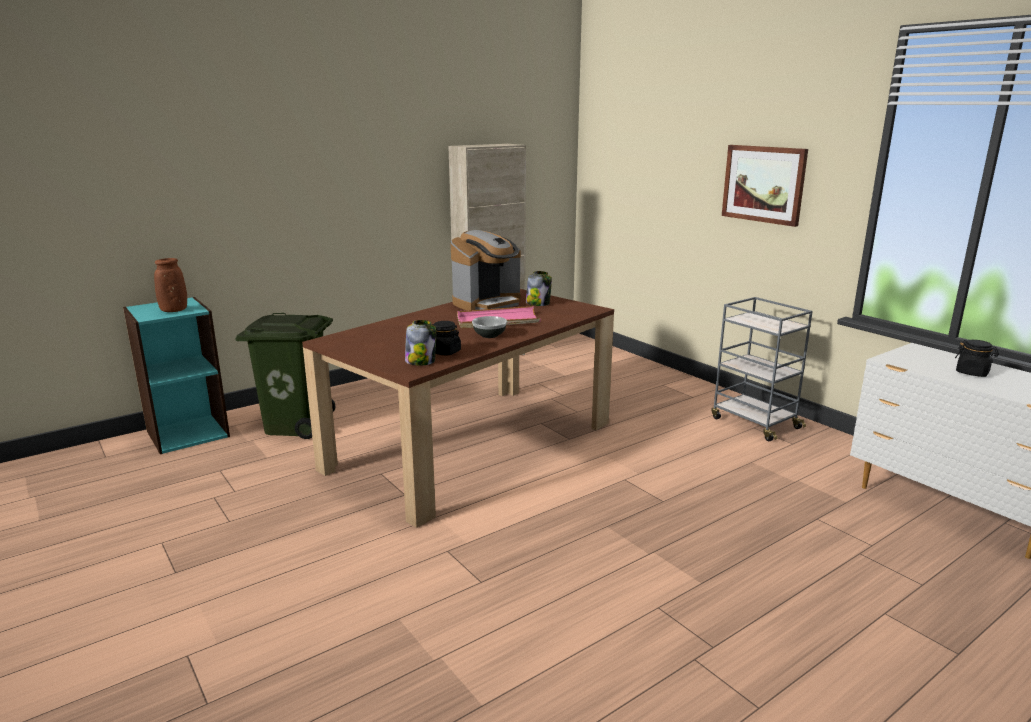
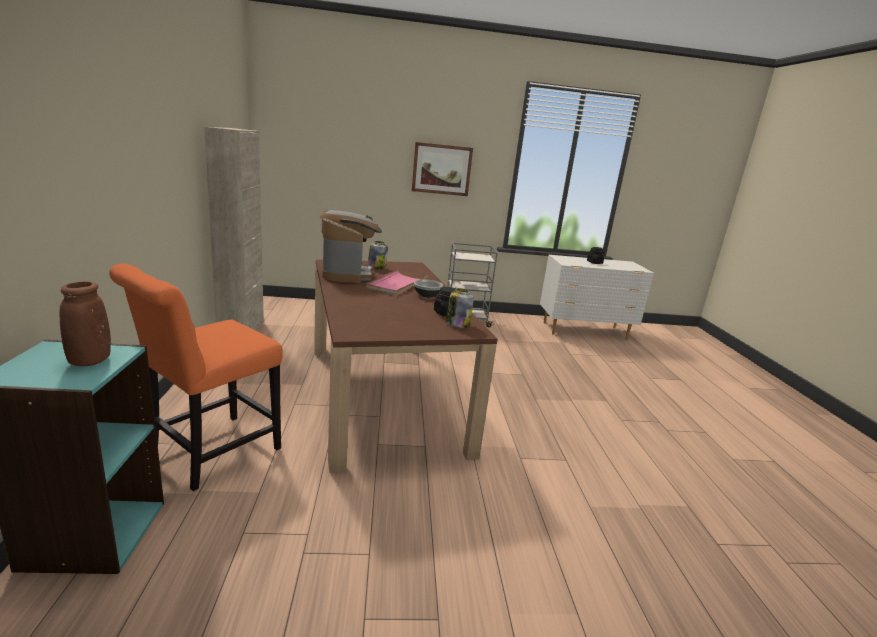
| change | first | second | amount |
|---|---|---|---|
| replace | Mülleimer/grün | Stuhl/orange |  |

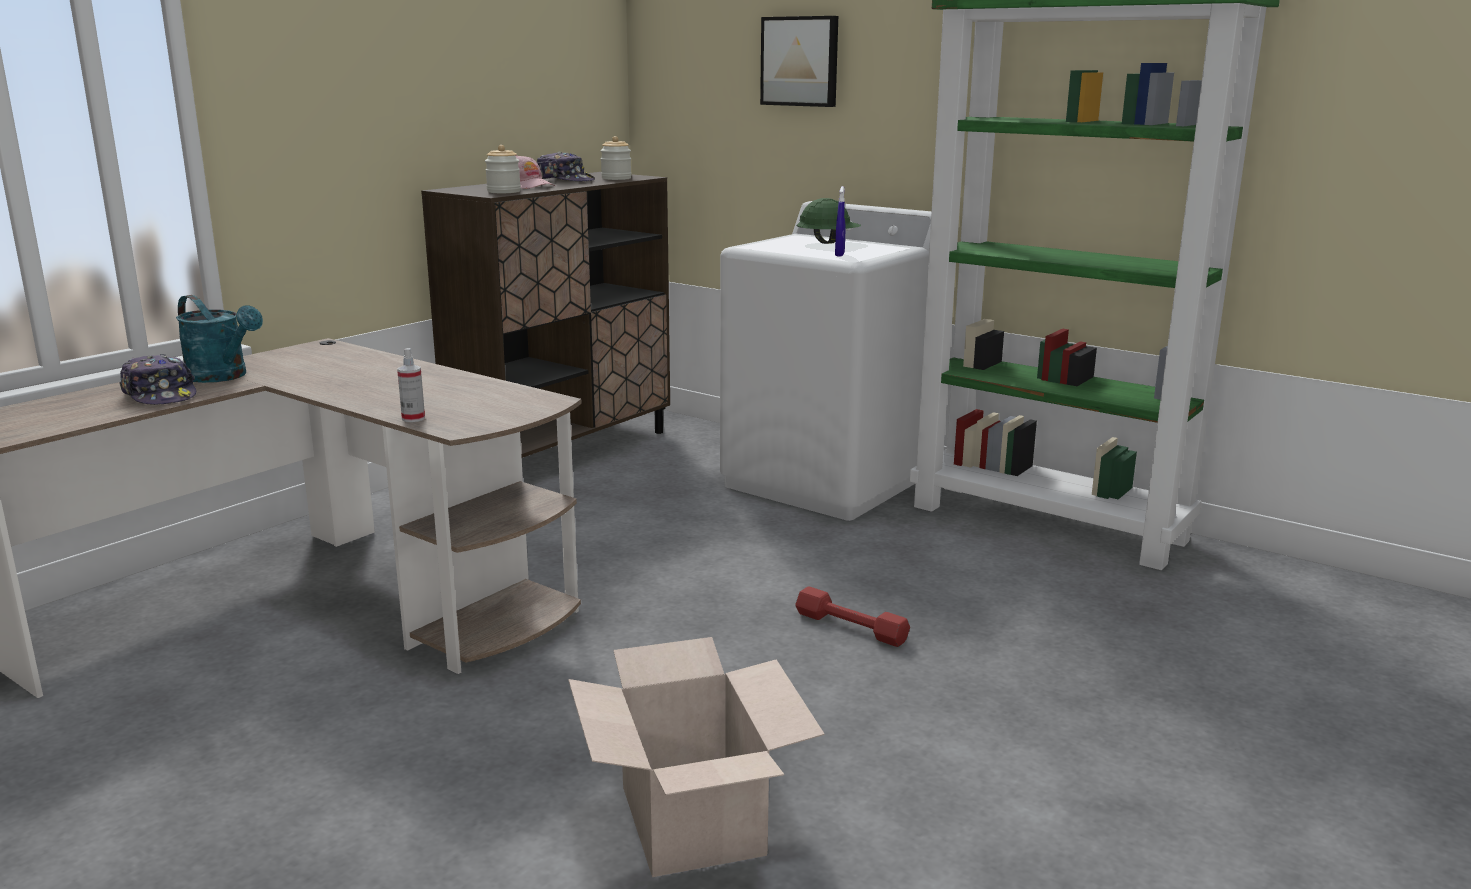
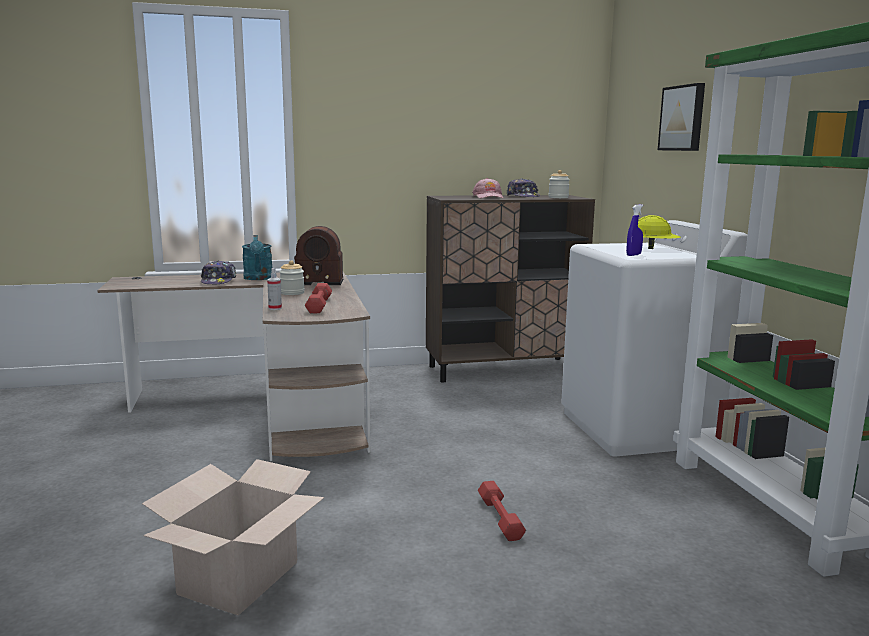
| change | first | second | amount |
|---|---|---|---|
| move | Vorratsglas (1st from left) |  |  |
| recolor | Schutzhelm/grün | Schutzhelm/gelb |  |
| insert |  | Radio |  |
| insert |  | Hantel/rot (1st from left) |  |

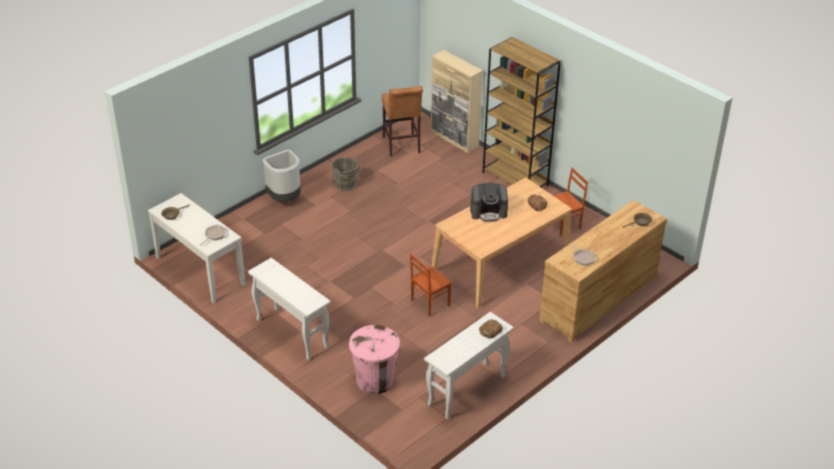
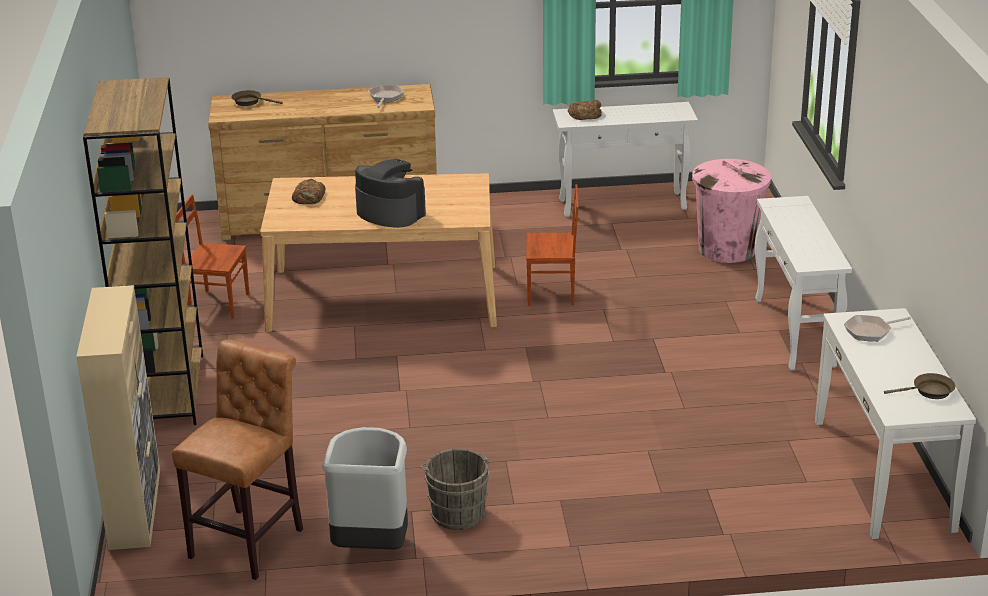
| change | first | second | amount |
|---|---|---|---|
| move | Mülleimer/grau |  |  |

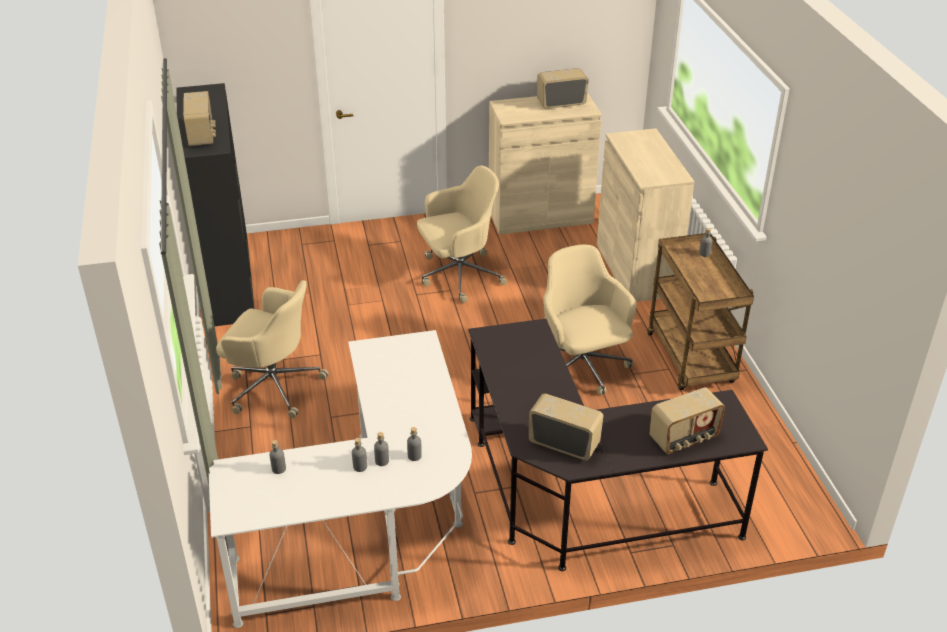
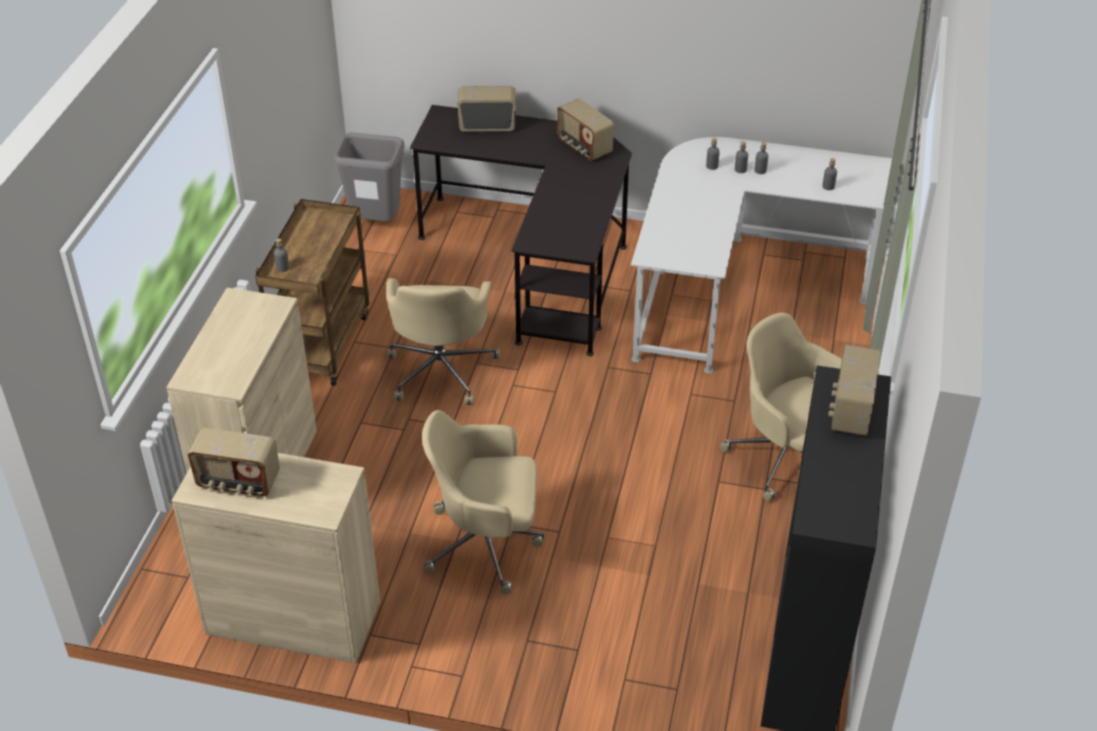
| change | first | second | amount |
|---|---|---|---|
| insert |  | Mülleimer/grau |  |

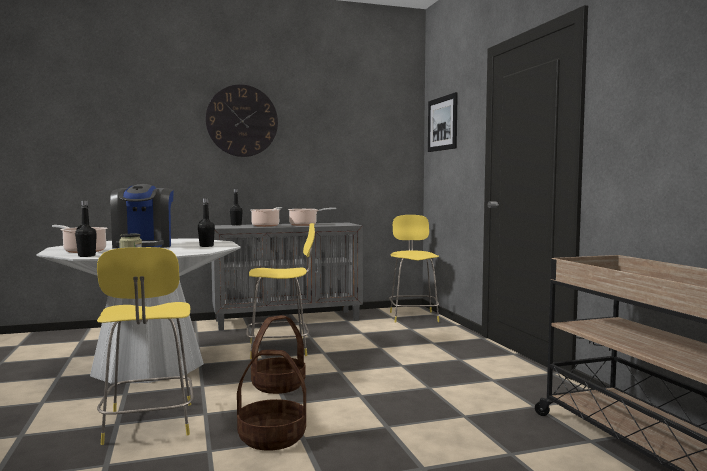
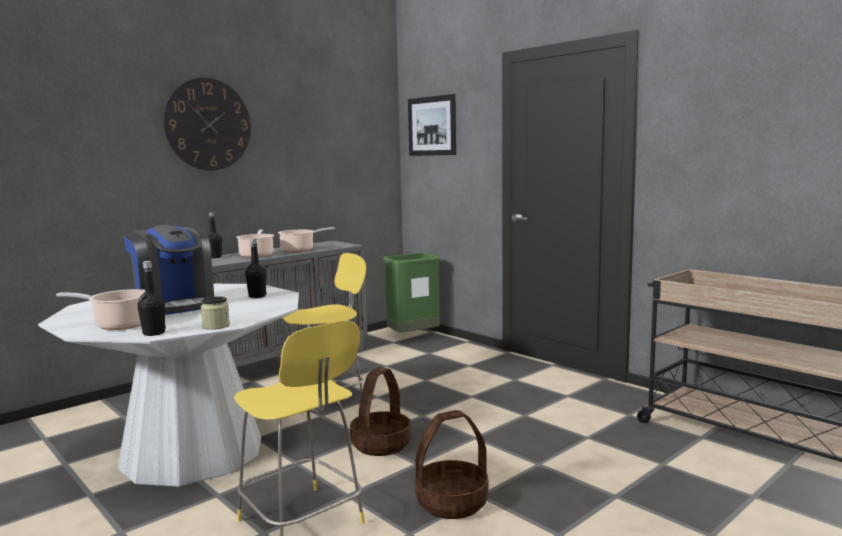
| change | first | second | amount |
|---|---|---|---|
| replace | Hocker/gelb (3rd from left) | Mülleimer/grün |  |

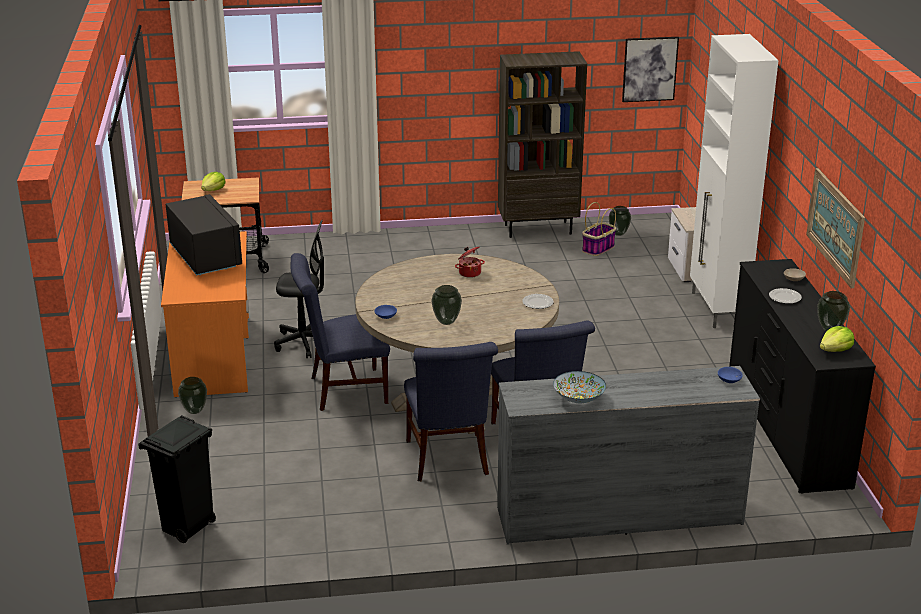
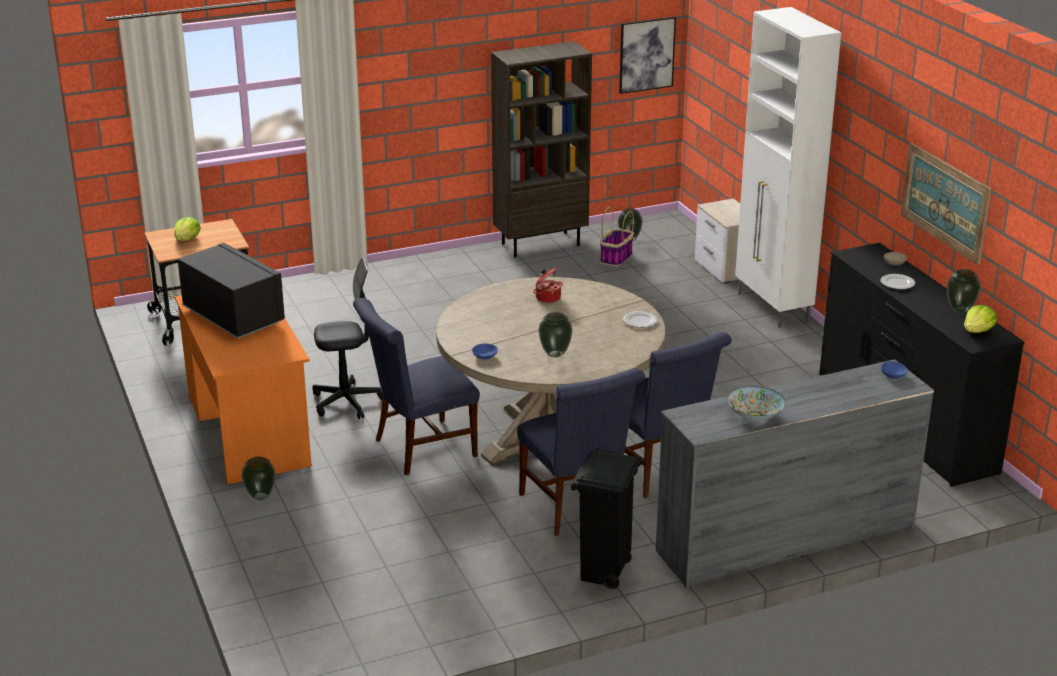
| change | first | second | amount |
|---|---|---|---|
| move | Mülleimer/schwarz |  |  |

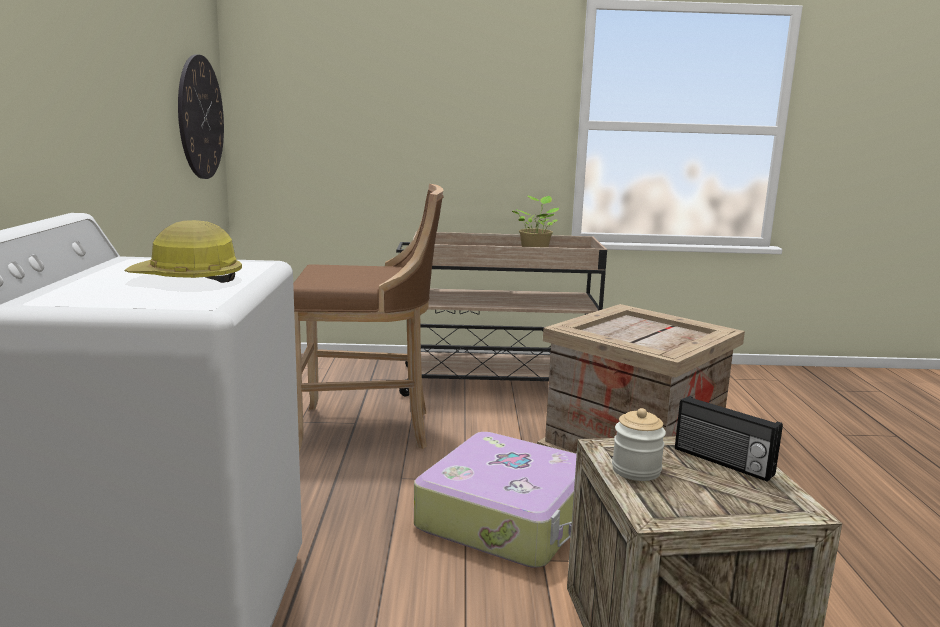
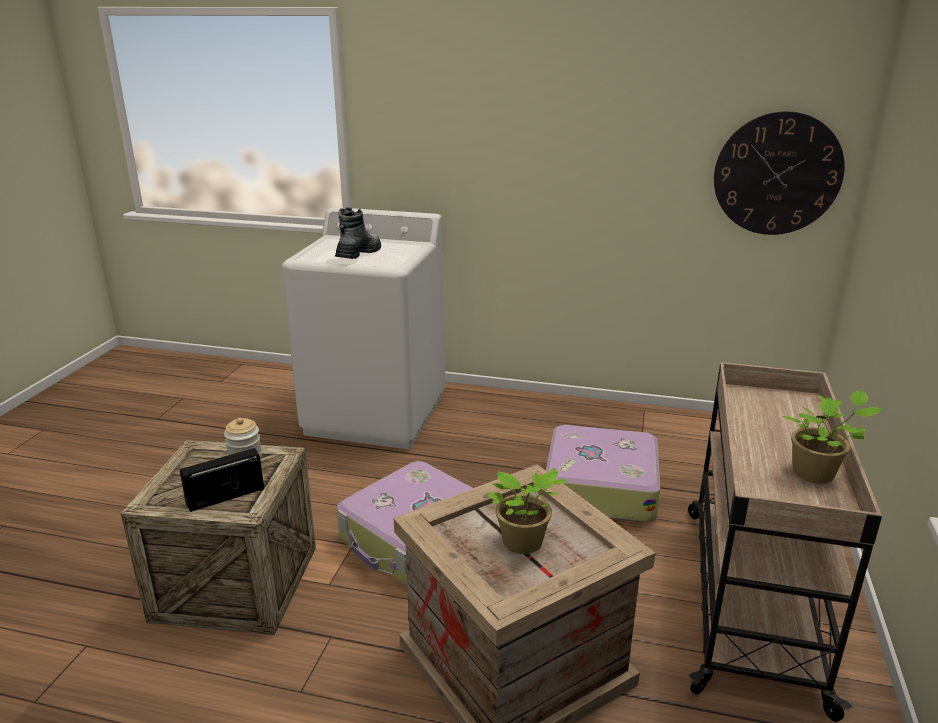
| change | first | second | amount |
|---|---|---|---|
| replace | Hocker/braun | Koffer (2nd from left) |  |
| replace | Schutzhelm | Stiefel |  |
| insert |  | Topfpflanze (1st from left) |  |

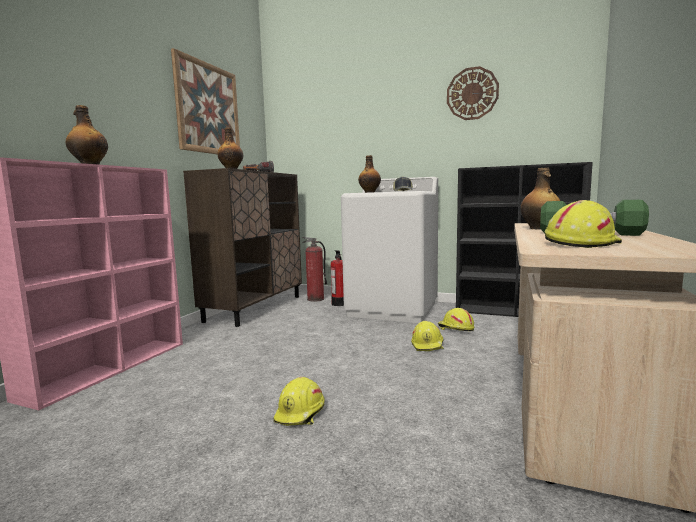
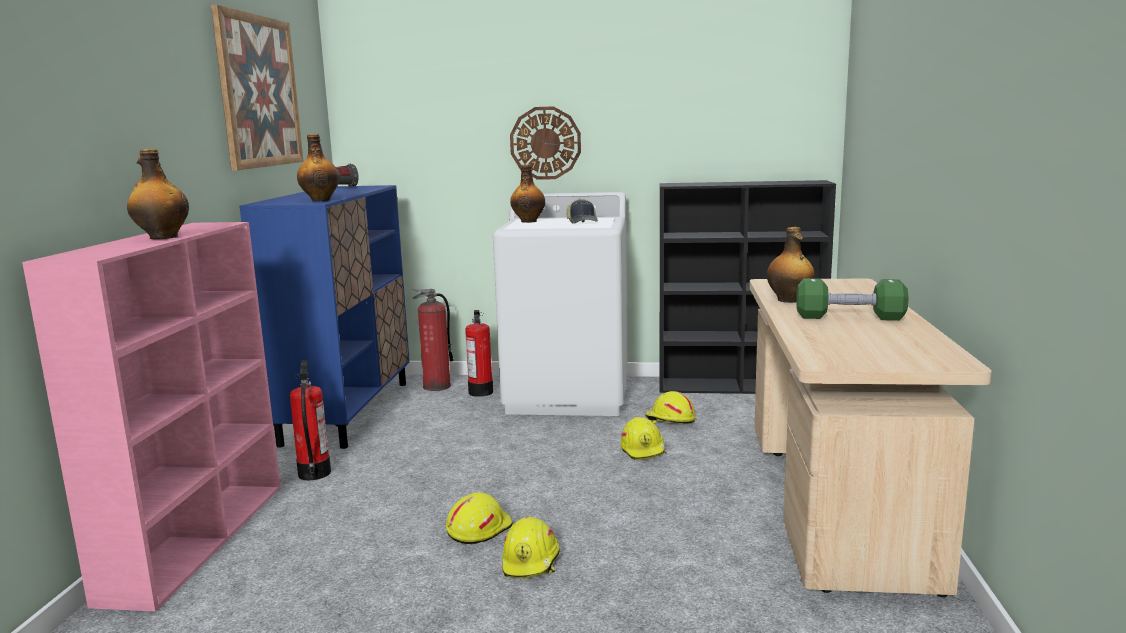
| change | first | second | amount |
|---|---|---|---|
| move | Wanduhr |  |  |
| recolor | Schrank/braun | Schrank/blau |  |
| move | Schutzhelm/gelb (4th from left in the first image) | Schutzhelm/gelb (1st from left) |  |
| insert |  | Feuerlöscher (1st from left) |  |

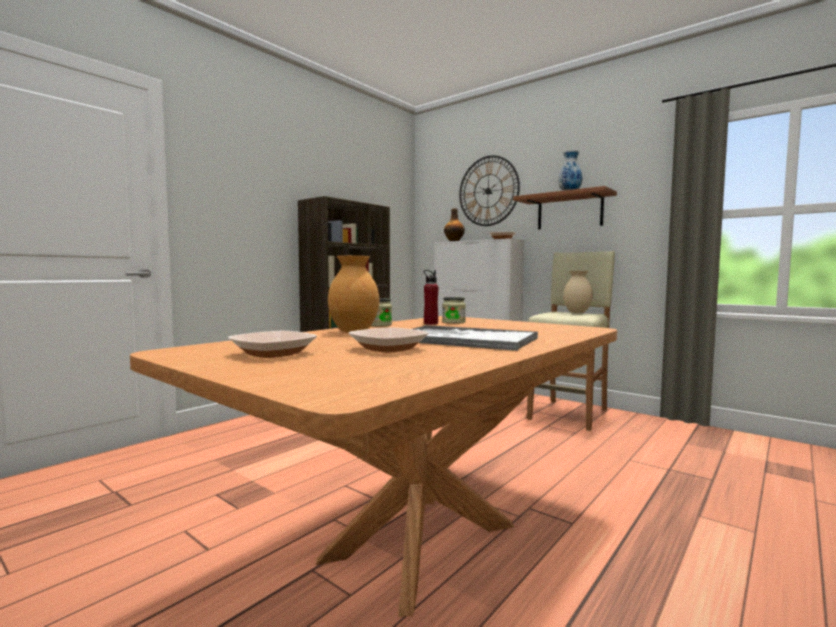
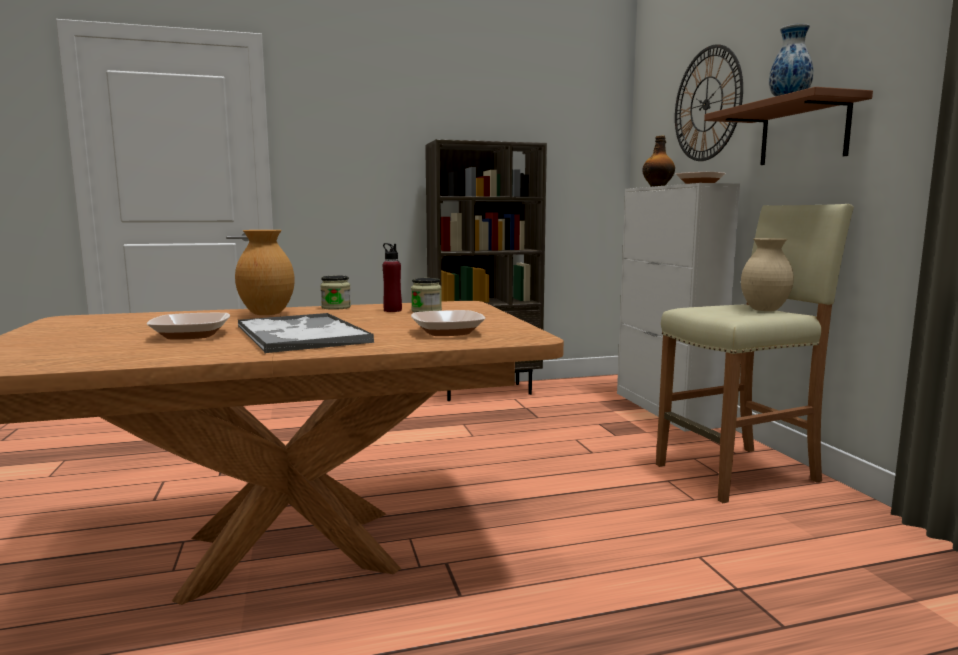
| change | first | second | amount |
|---|---|---|---|
| move | Schüssel (1st from left in the first image) | Schüssel (2nd from left) |  |

